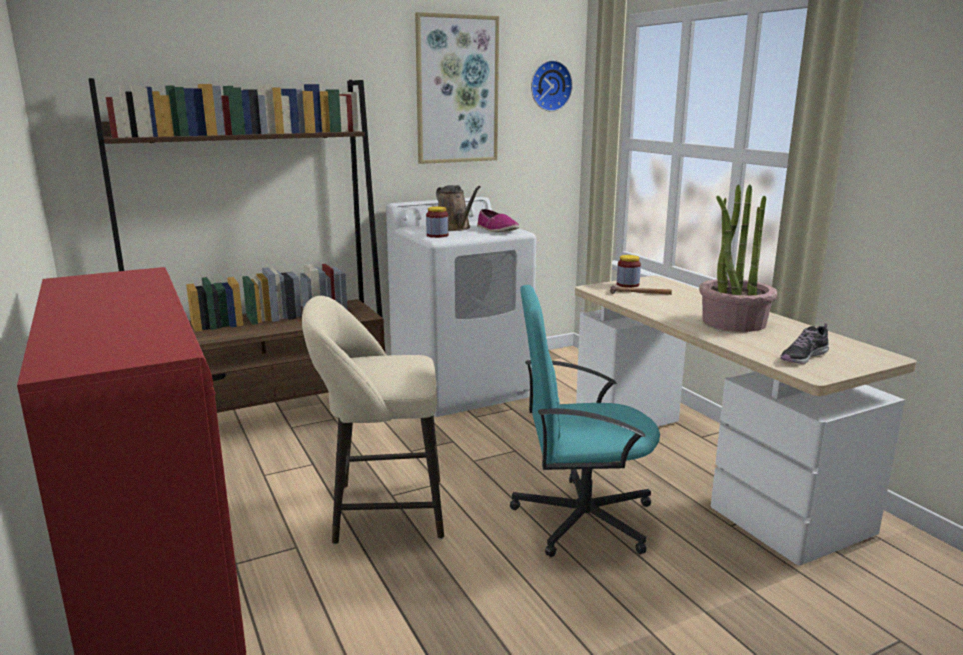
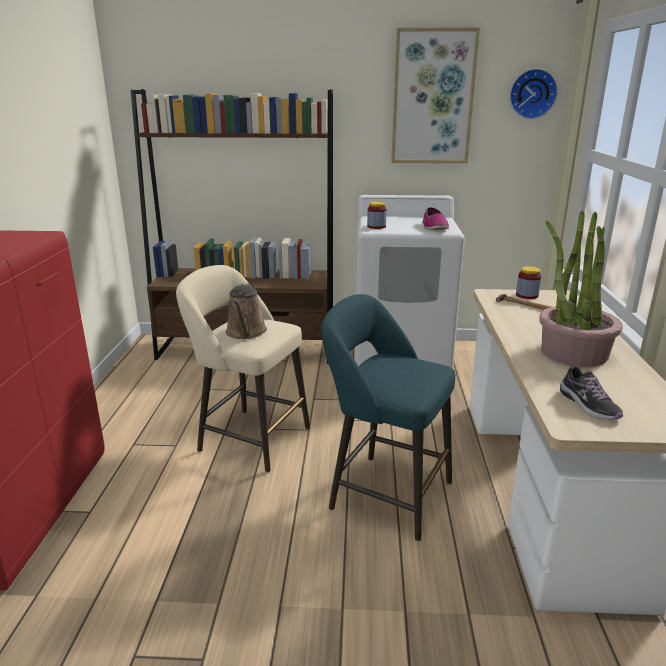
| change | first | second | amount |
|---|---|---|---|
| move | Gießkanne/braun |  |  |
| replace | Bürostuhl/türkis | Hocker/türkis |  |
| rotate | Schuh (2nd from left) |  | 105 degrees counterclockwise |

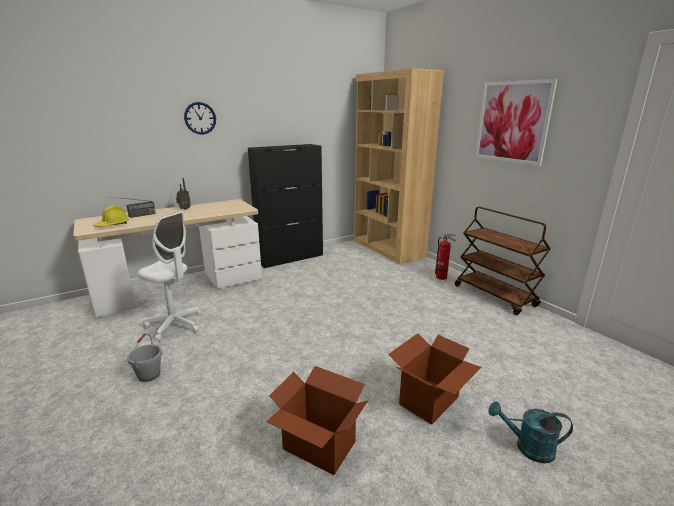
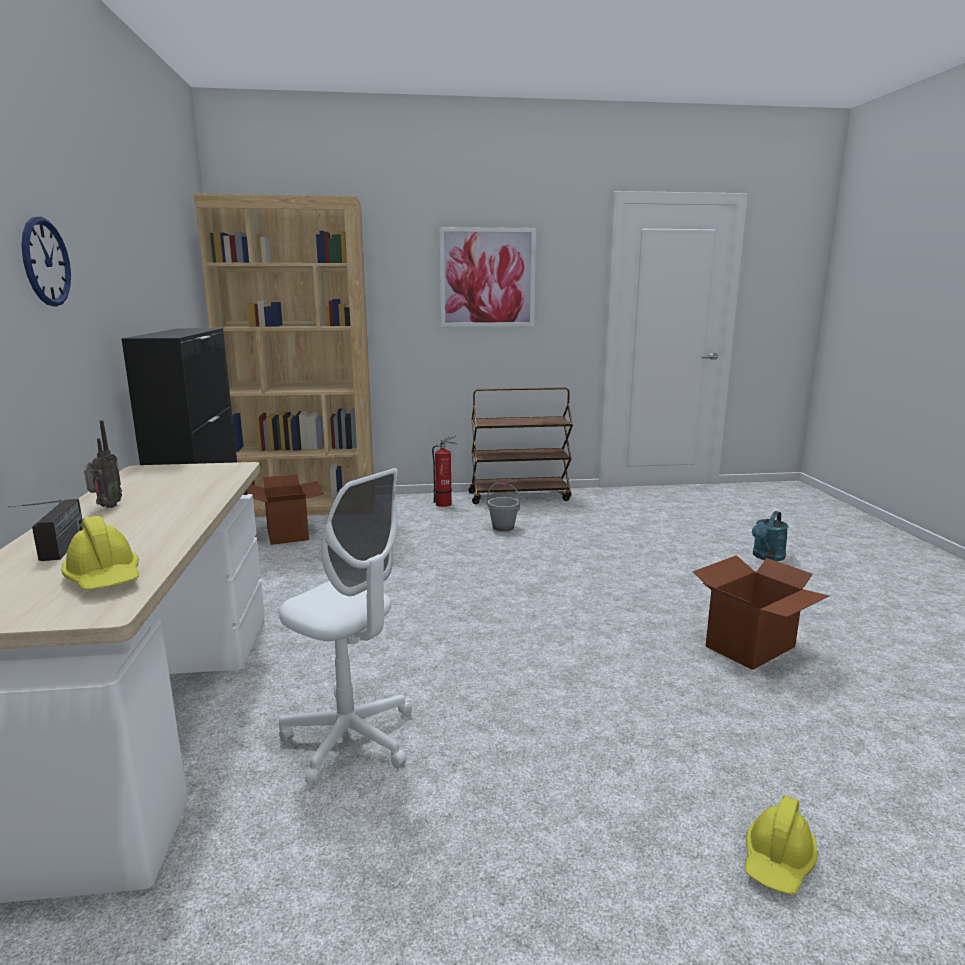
| change | first | second | amount |
|---|---|---|---|
| rotate | Bürostuhl/weiß |  | 75 degrees clockwise |
| move | Eimer/grau |  |  |
| move | Karton (2nd from left in the first image) | Karton (1st from left) |  |
| insert |  | Schutzhelm/gelb (2nd from left) |  |

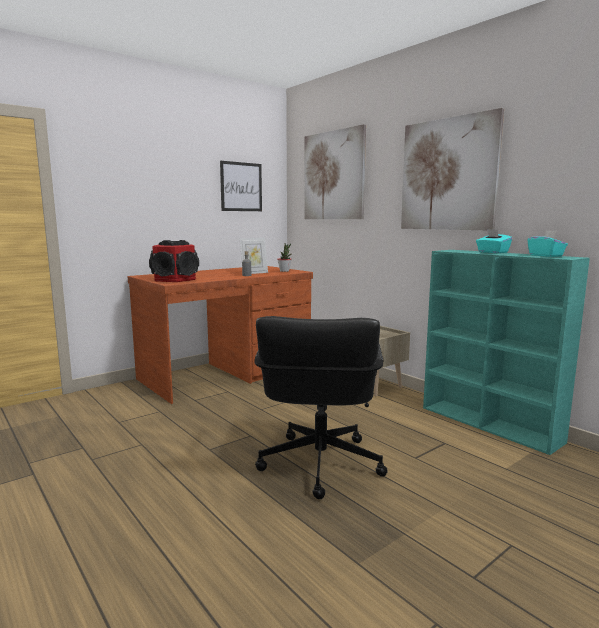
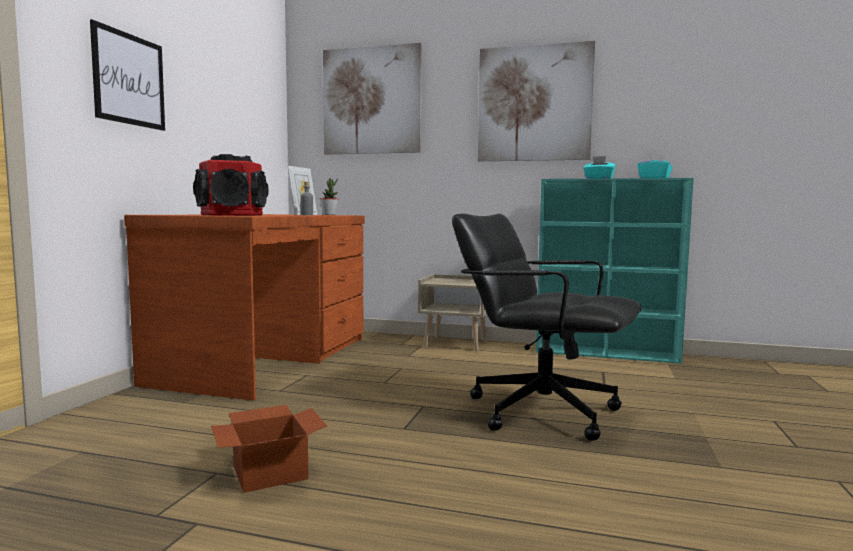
| change | first | second | amount |
|---|---|---|---|
| move | Bild (1st from left) |  |  |
| rotate | Bürostuhl/schwarz |  | 150 degrees clockwise |
| insert |  | Karton |  |

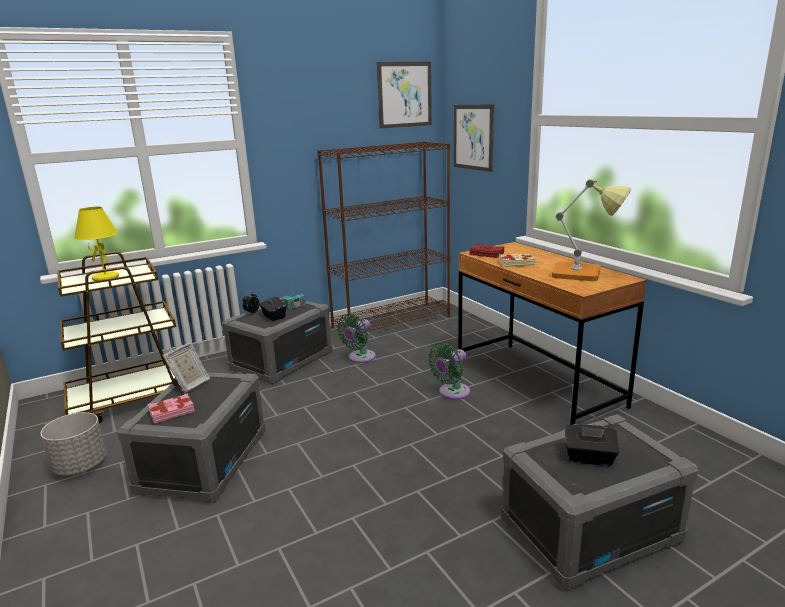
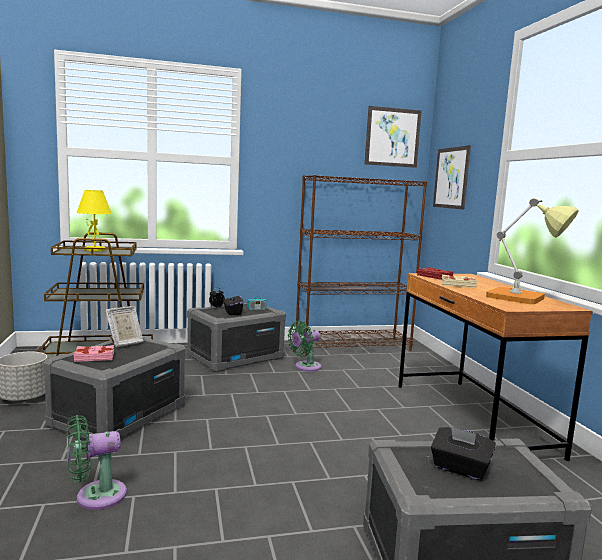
| change | first | second | amount |
|---|---|---|---|
| move | Ventilator/grün (2nd from left in the first image) | Ventilator/grün (1st from left) |  |

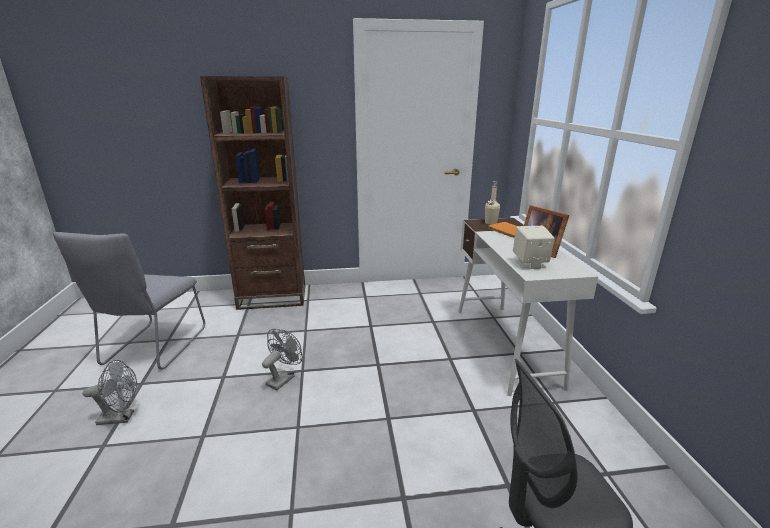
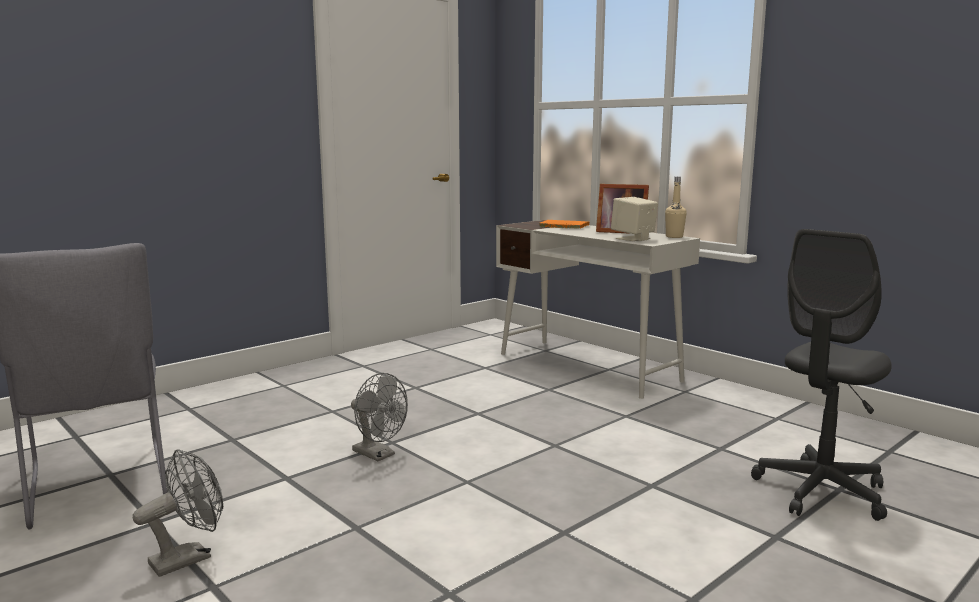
| change | first | second | amount |
|---|---|---|---|
| delete | Bücherregal/braun |  |  |
| move | Flasche/beige |  |  |
| rotate | Ventilator/grau (2nd from left) |  | 135 degrees clockwise |

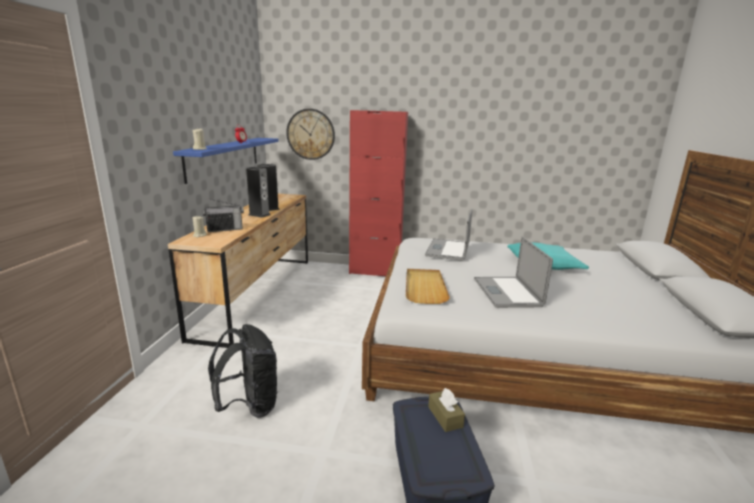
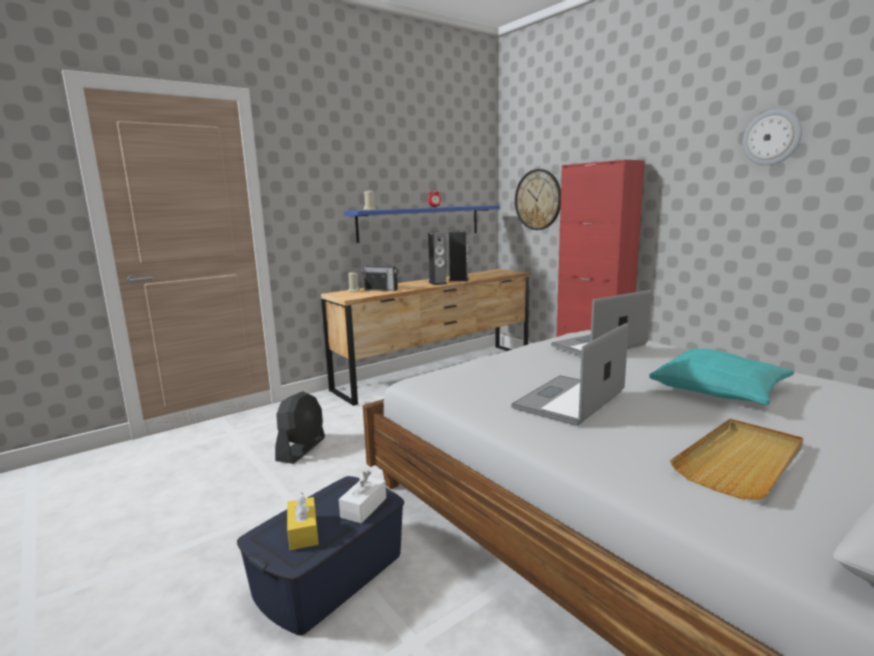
| change | first | second | amount |
|---|---|---|---|
| move | Tablett/beige |  |  |
| replace | Rucksack/schwarz | Ventilator/schwarz |  |
| recolor | Taschentuchbox/braun | Taschentuchbox/weiß |  |
| insert |  | Wanduhr (2nd from left) |  |
| insert |  | Taschentuchbox/gelb |  |

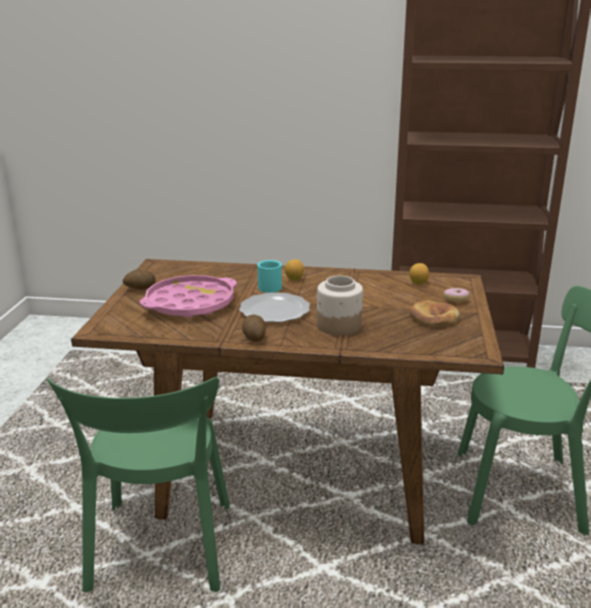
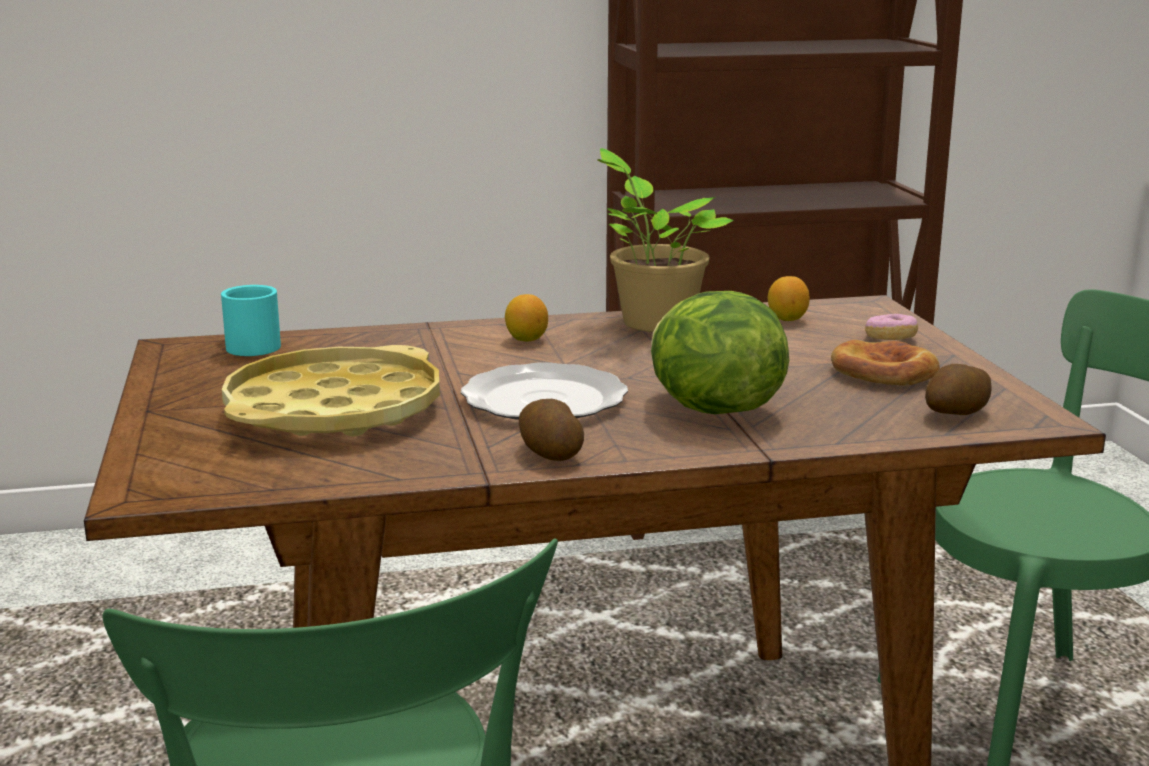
| change | first | second | amount |
|---|---|---|---|
| move | Henkelbecher/türkis |  |  |
| move | Kartoffel (1st from left in the first image) | Kartoffel (2nd from left) |  |
| recolor | Tablett/rosa | Tablett/gelb |  |
| replace | Vorratsglas | Salatkopf |  |
| insert |  | Topfpflanze |  |

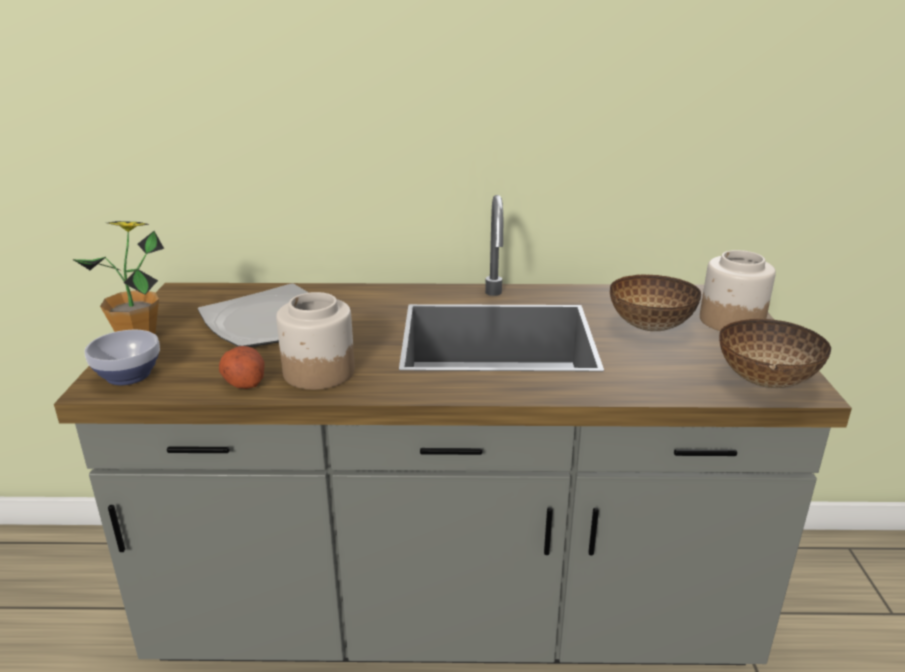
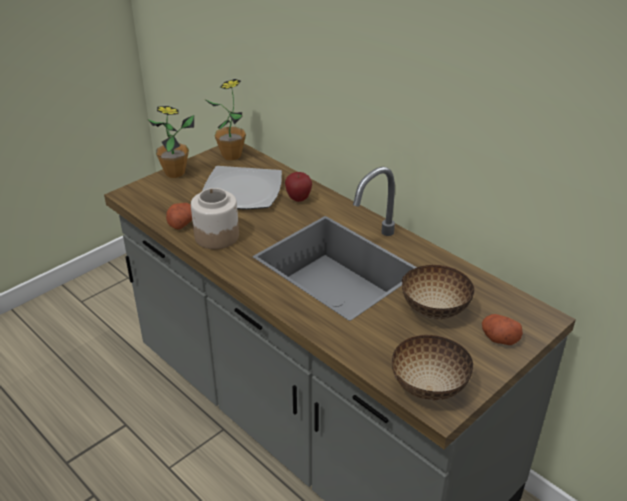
| change | first | second | amount |
|---|---|---|---|
| replace | Vorratsglas (2nd from left) | Kartoffel (2nd from left) |  |
| delete | Schüssel (1st from left) |  |  |
| insert |  | Topfpflanze (2nd from left) |  |
| insert |  | Apfel |  |

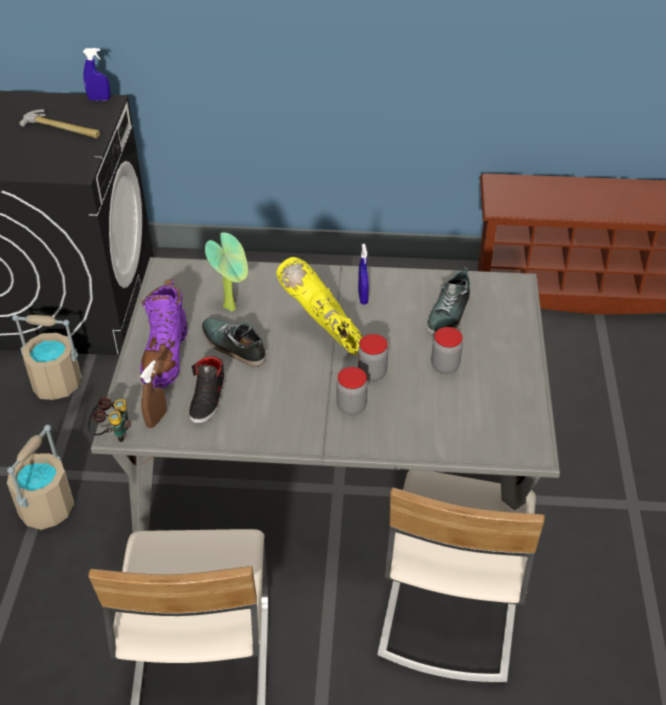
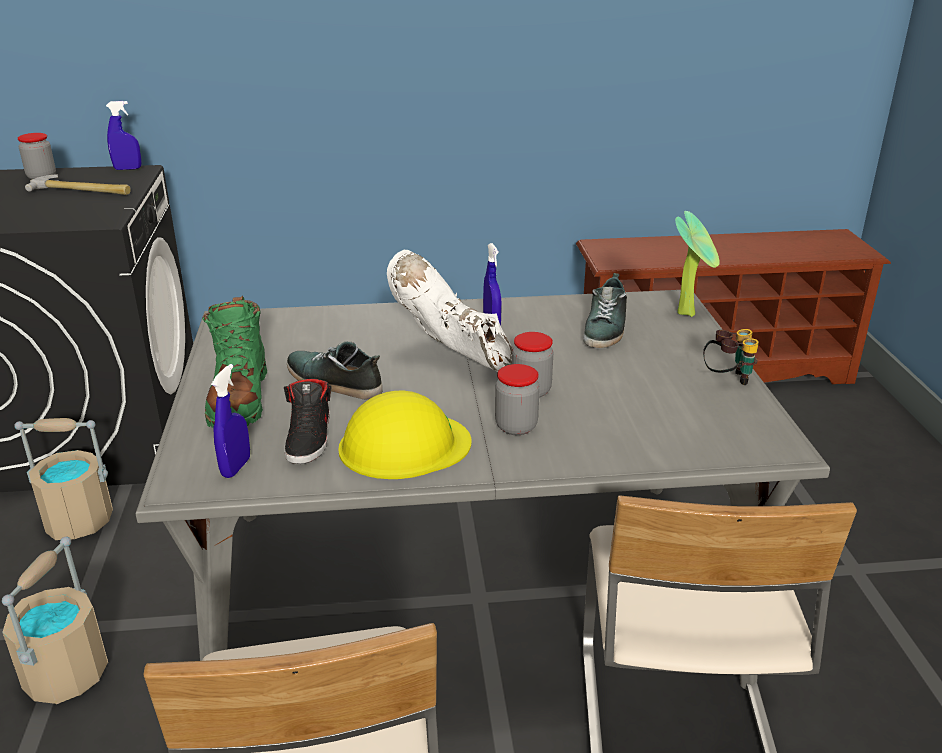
| change | first | second | amount |
|---|---|---|---|
| move | Topfpflanze |  |  |
| recolor | Stiefel/gelb | Stiefel/weiß |  |
| recolor | Stiefel/lila | Stiefel/grün |  |
| move | Vorratsglas (3rd from left in the first image) | Vorratsglas (1st from left) |  |
| recolor | Sprühflasche/braun | Sprühflasche/blau (2nd from left) |  |
| move | Fernglas |  |  |
| insert |  | Schutzhelm/gelb |  |

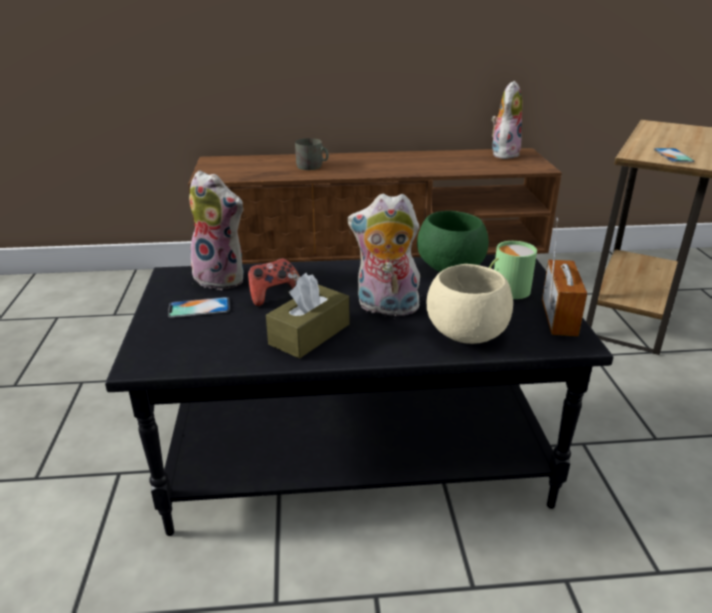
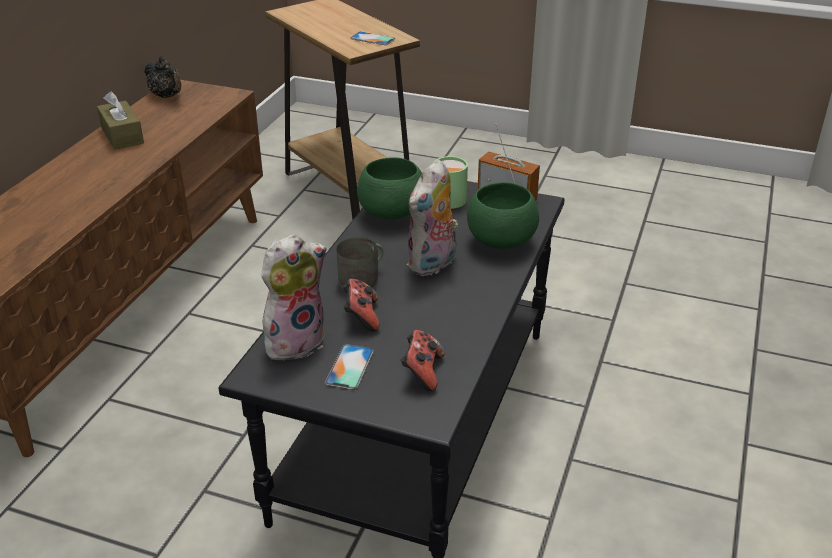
| change | first | second | amount |
|---|---|---|---|
| replace | Plüschtier (3rd from left) | Teekanne/schwarz |  |
| move | Henkelbecher/grau |  |  |
| recolor | Schüssel/beige | Schüssel/grün (2nd from left) |  |
| move | Taschentuchbox/braun |  |  |
| insert |  | Gamepad (2nd from left) |  |

